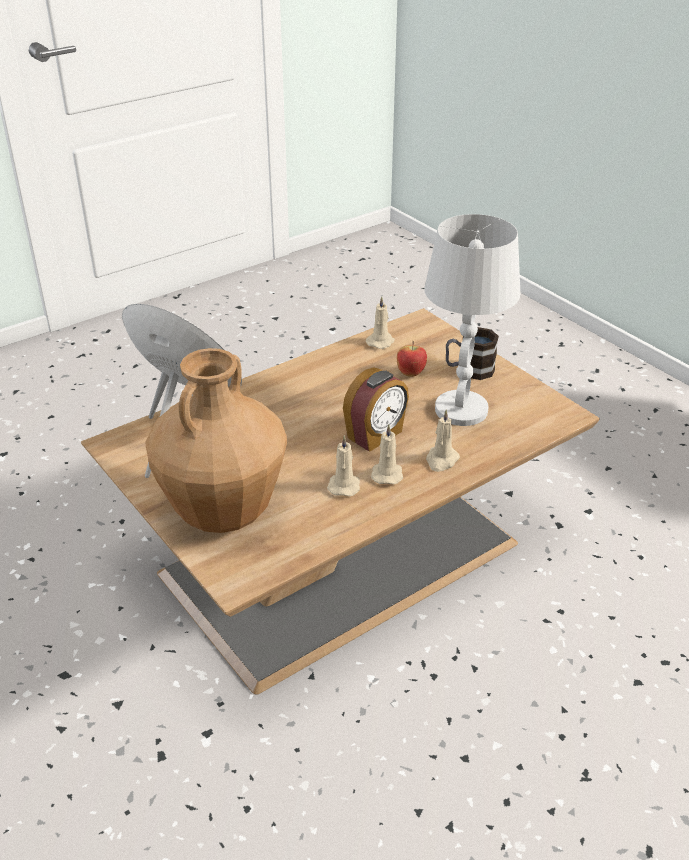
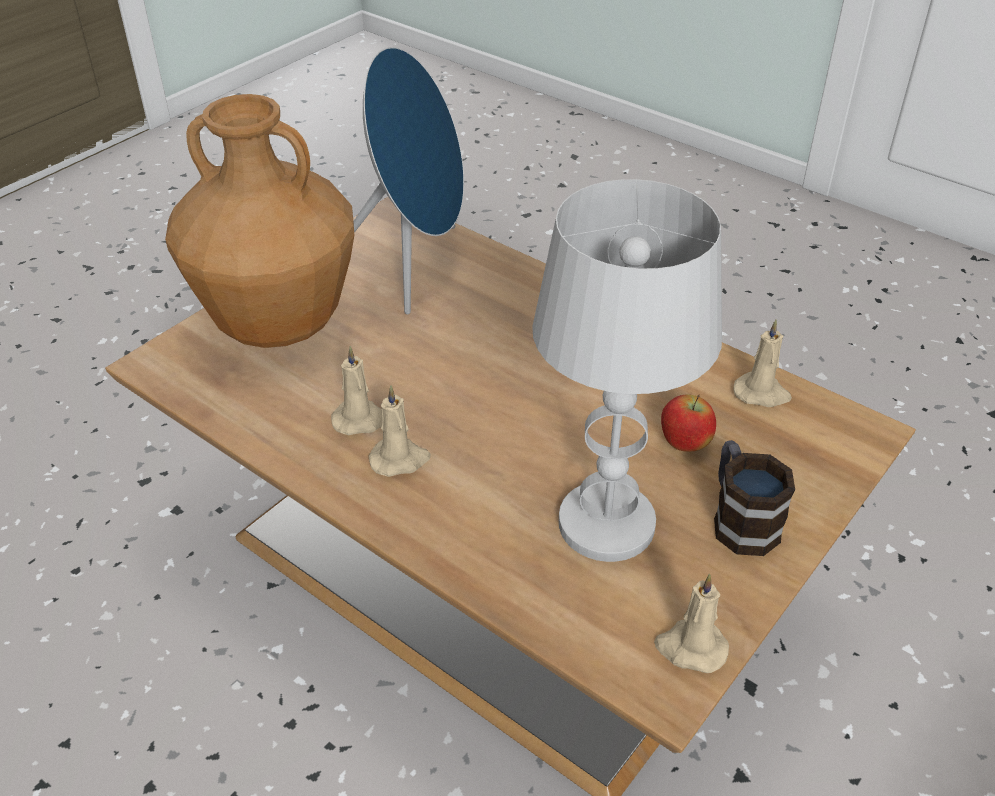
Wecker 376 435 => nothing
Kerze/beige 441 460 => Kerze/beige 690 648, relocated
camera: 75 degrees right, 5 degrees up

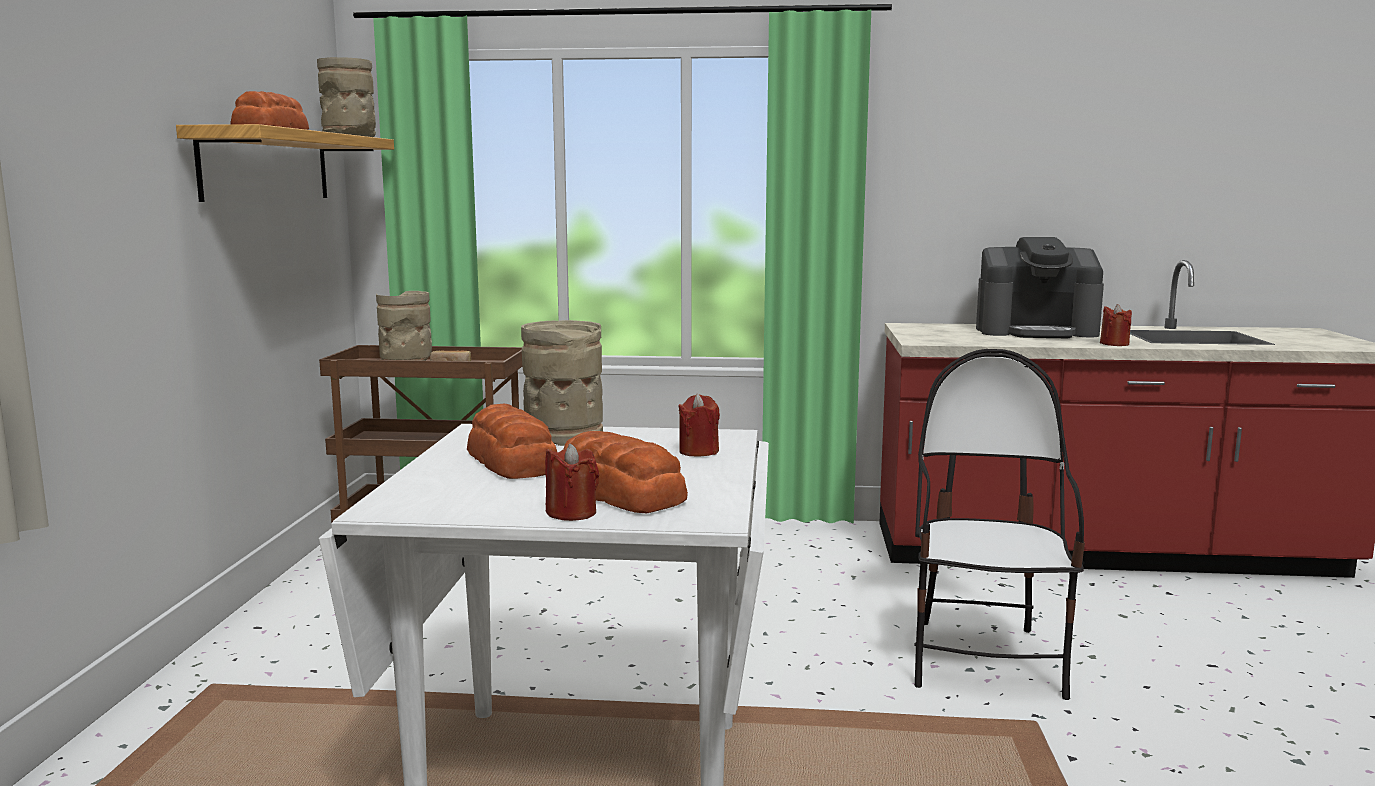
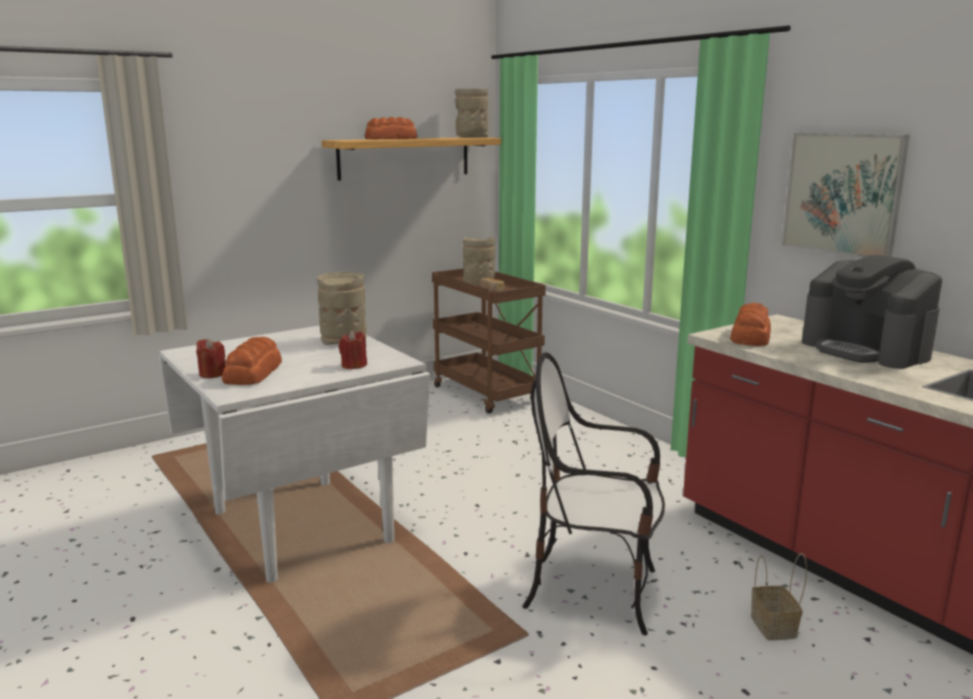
Brot 512 462 => Brot 750 336, relocated
Stuhl 984 660 => Stuhl 593 591, 135 degrees counterclockwise
Kerze/rot 1114 344 => nothing
nothing => Korb 775 627
nothing => Bild 842 194
camera: 50 degrees right, 5 degrees up

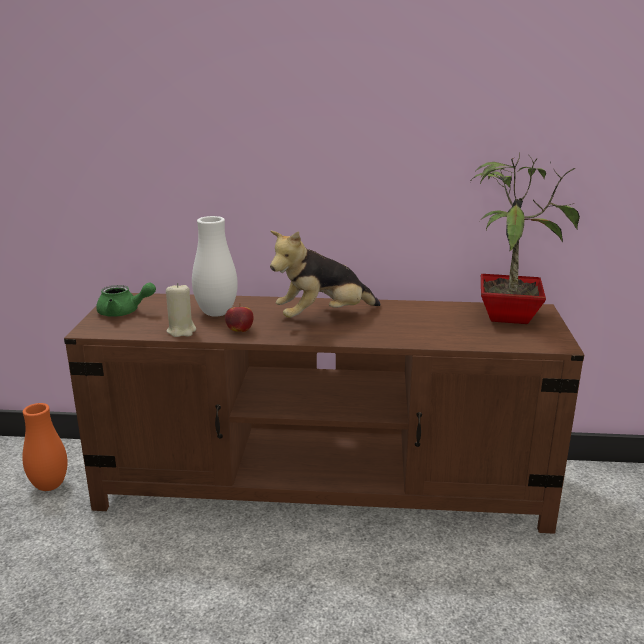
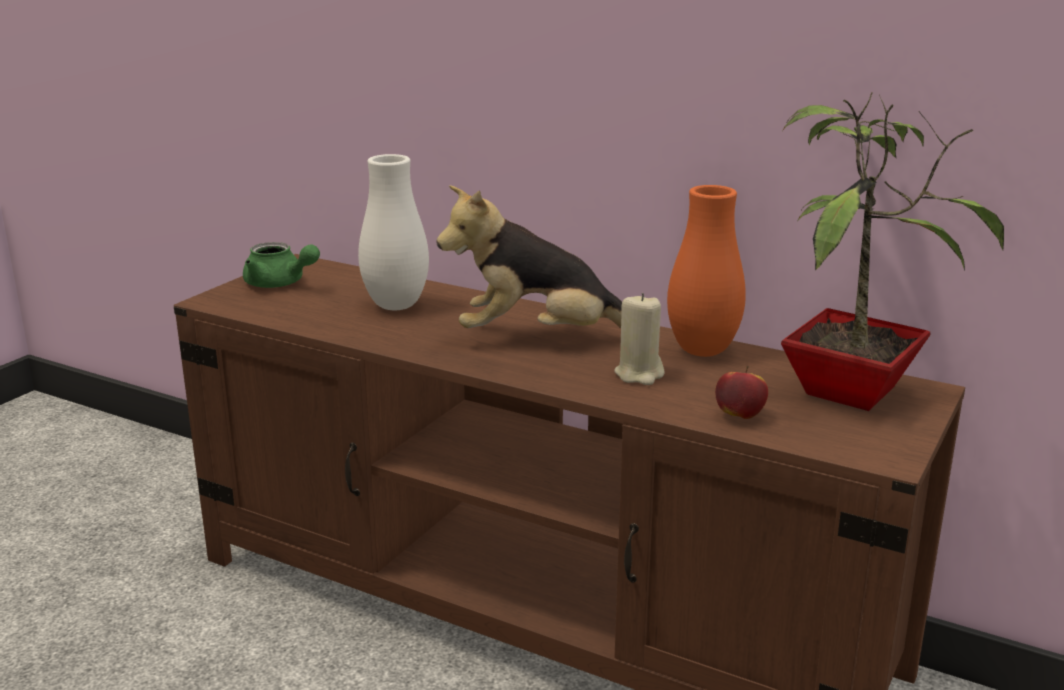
Vase/orange 49 486 => Vase/orange 702 351, relocated
Kerze/beige 181 331 => Kerze/beige 639 374, relocated
Apfel 240 331 => Apfel 739 416, relocated
camera: 25 degrees right, 0 degrees up

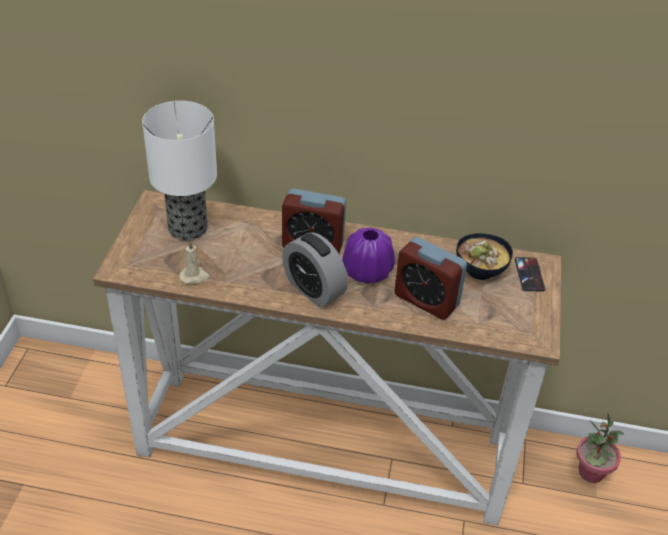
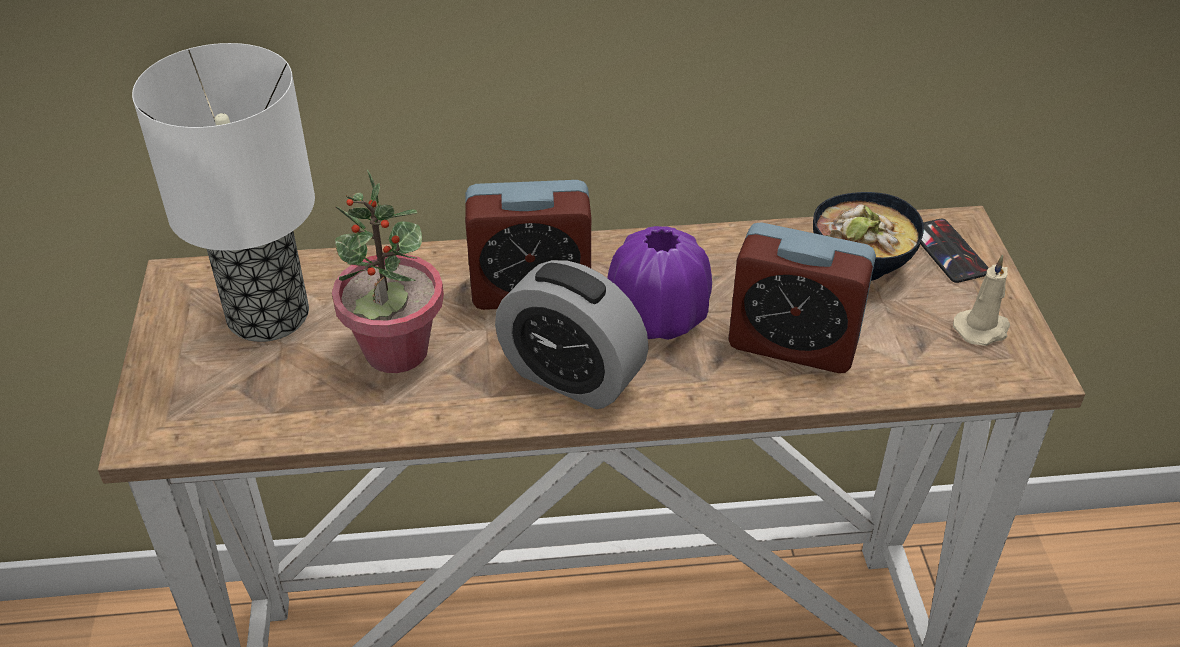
Kerze/beige 194 276 => Kerze/beige 982 329, relocated
Topfpflanze 591 472 => Topfpflanze 396 351, relocated
camera: 15 degrees left, 0 degrees up

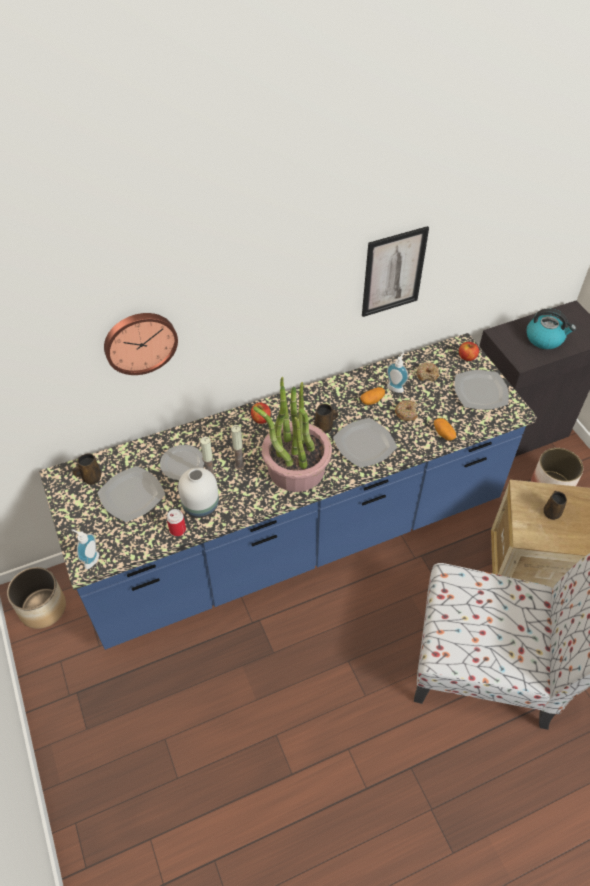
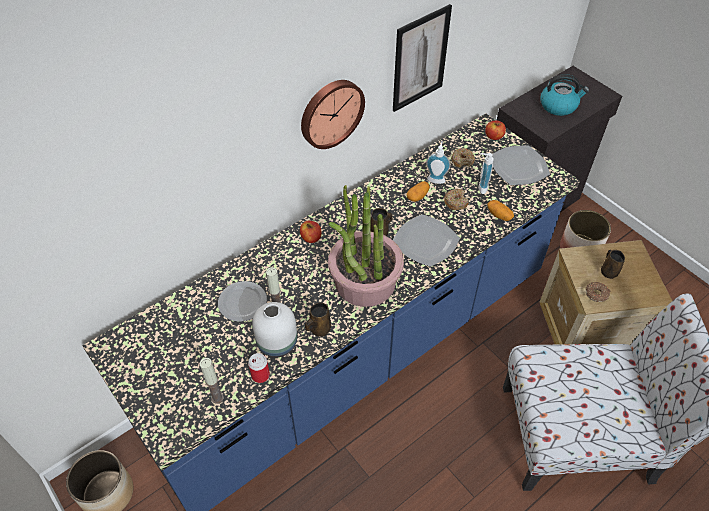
Henkelbecher/braun 90 478 => Henkelbecher/braun 319 329, relocated
Seifenspender 89 559 => Seifenspender 481 187, relocated
Teller 132 495 => nothing
Wanduhr 140 341 => Wanduhr 330 112, relocated
Kerze 239 465 => Kerze 217 397, relocated
nothing => Donut 597 294
camera: 15 degrees left, 0 degrees up

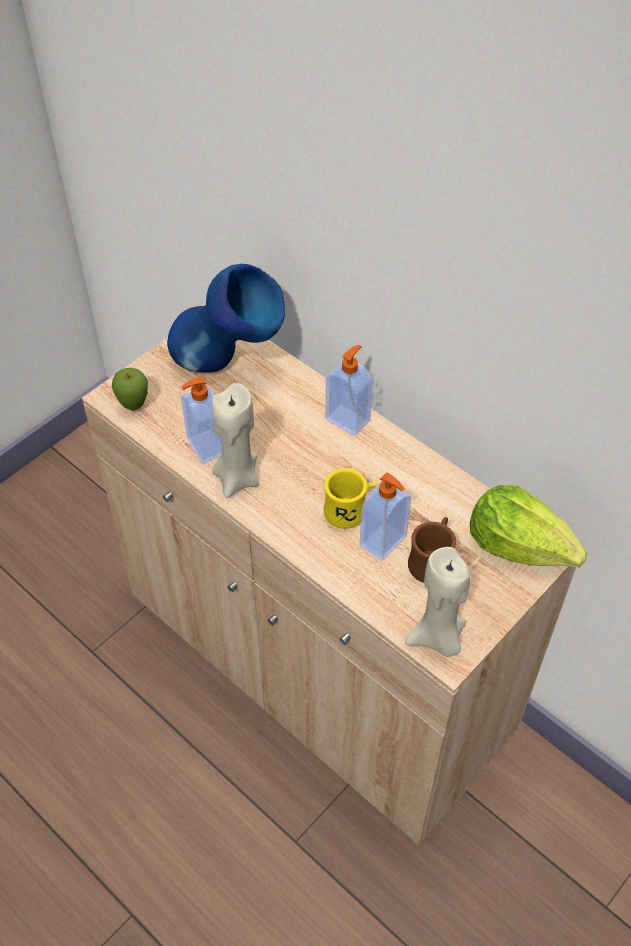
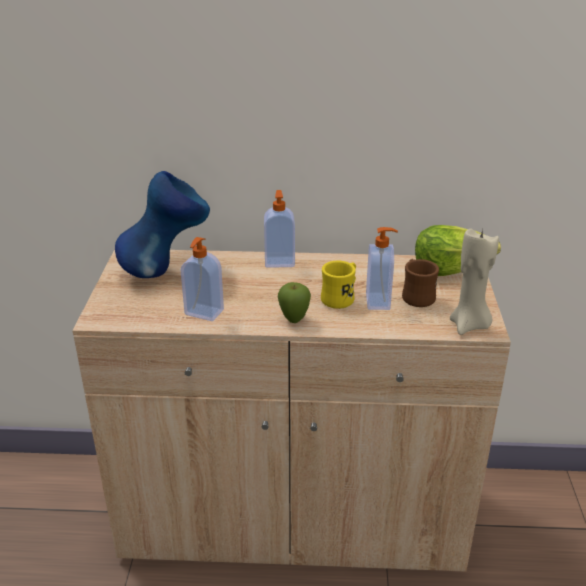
Apfel 134 406 => Apfel 294 320, relocated
Kerze/beige 237 478 => nothing
camera: 40 degrees left, 20 degrees down

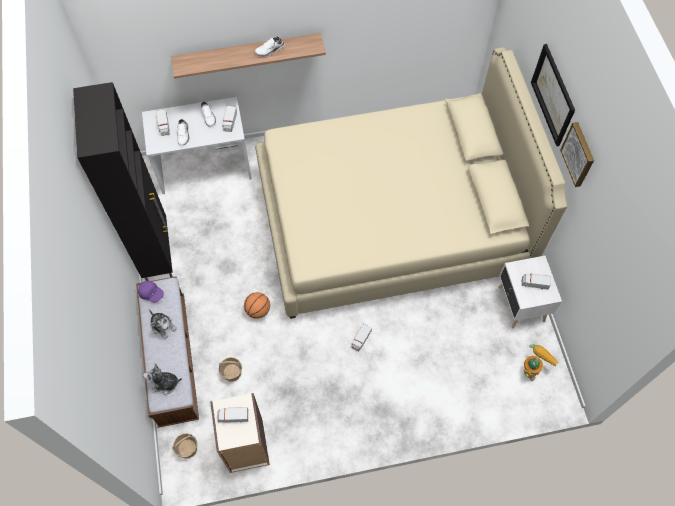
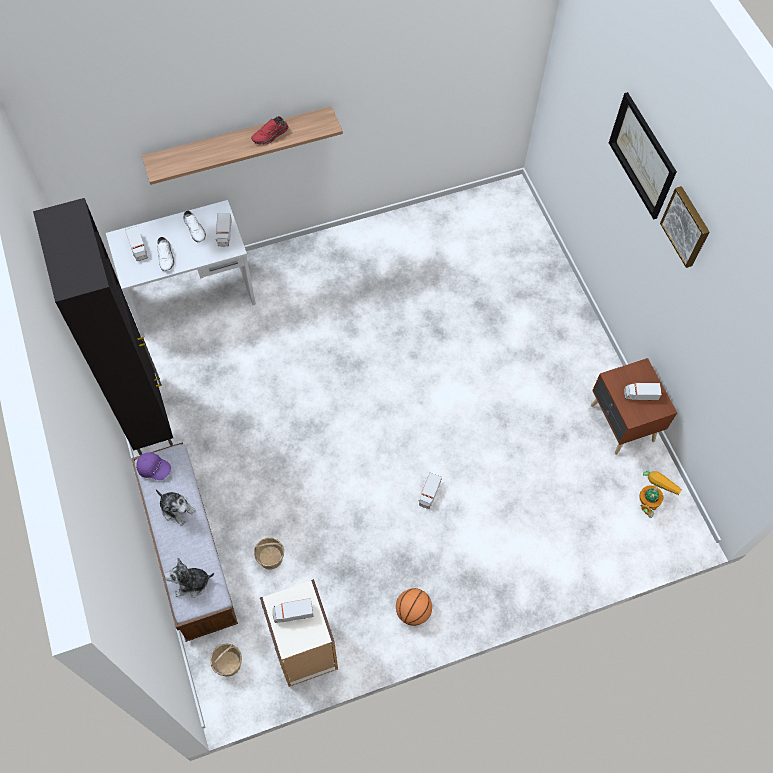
Basketball 258 310 => Basketball 413 611, relocated
Schuh/weiß 270 50 => Schuh/rot 270 135
Bett/beige 390 221 => nothing
Nachttisch/weiß 520 305 => Nachttisch/braun 621 424
camera: 10 degrees left, 0 degrees up

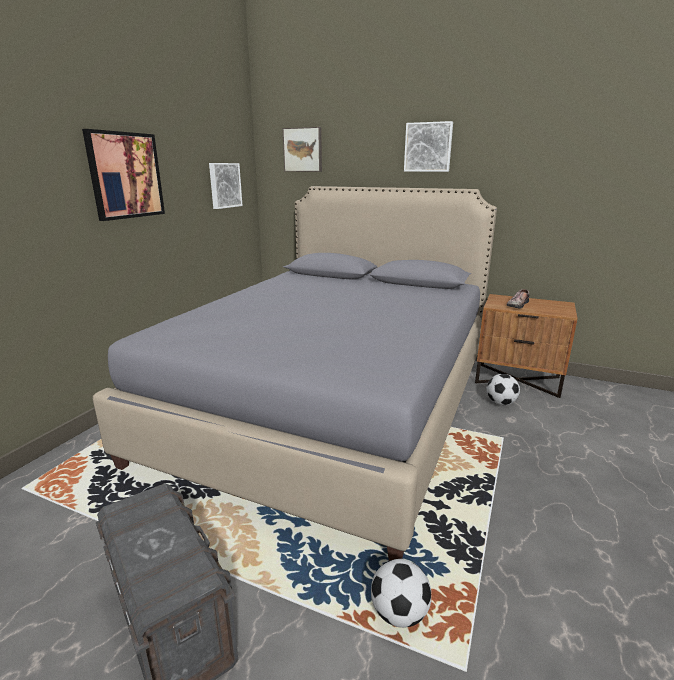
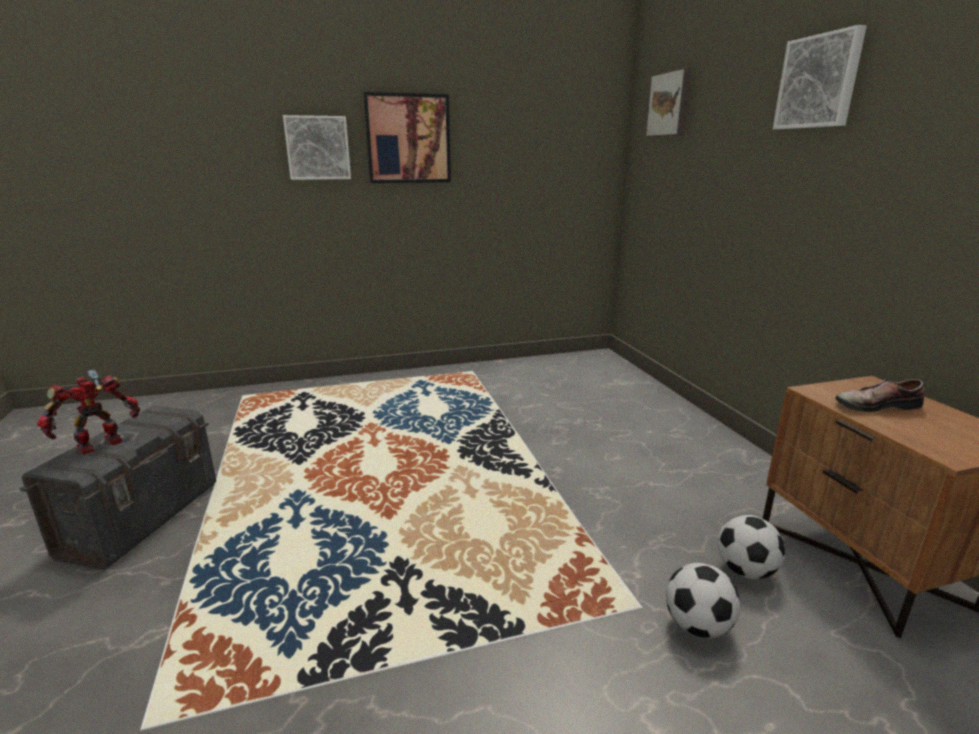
Bett/grau 332 405 => nothing
Bild 224 185 => Bild 318 148, relocated
Fußball 399 613 => Fußball 697 626, relocated
nothing => Spielzeugroboter 101 445
camera: 50 degrees right, 0 degrees up

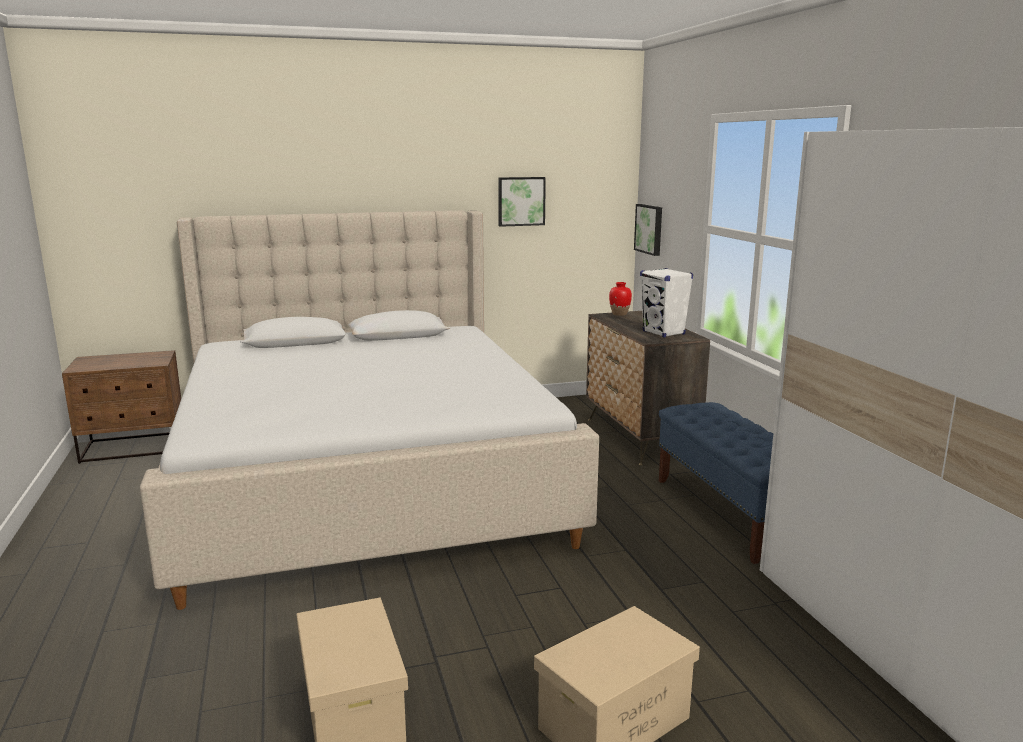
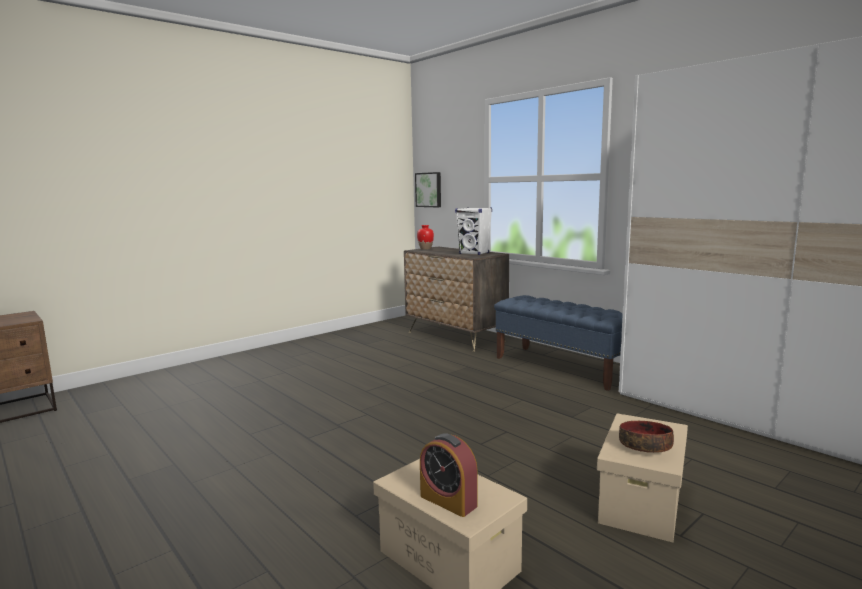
Bett/beige 367 481 => nothing
Bild 521 201 => nothing
nothing => Wecker 448 501
nothing => Schüssel 645 446
camera: 25 degrees left, 5 degrees down

